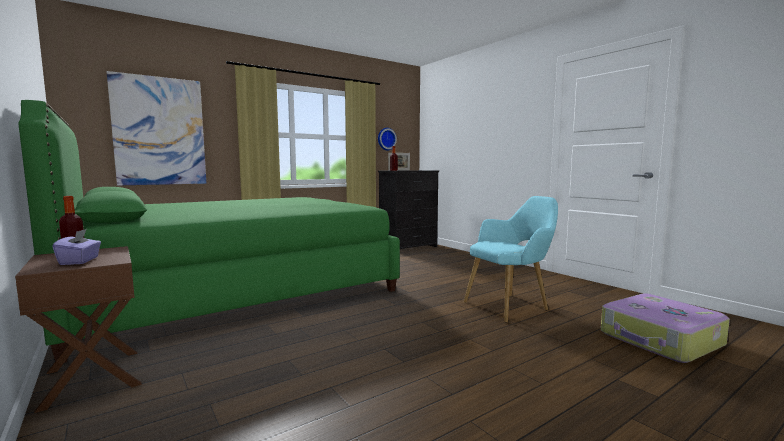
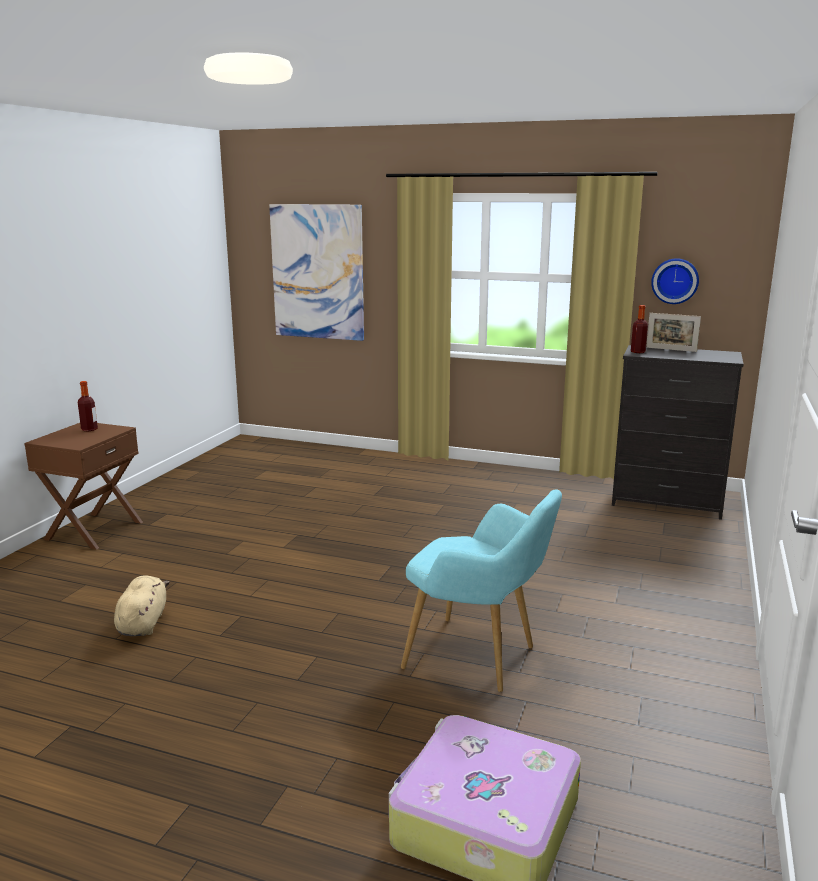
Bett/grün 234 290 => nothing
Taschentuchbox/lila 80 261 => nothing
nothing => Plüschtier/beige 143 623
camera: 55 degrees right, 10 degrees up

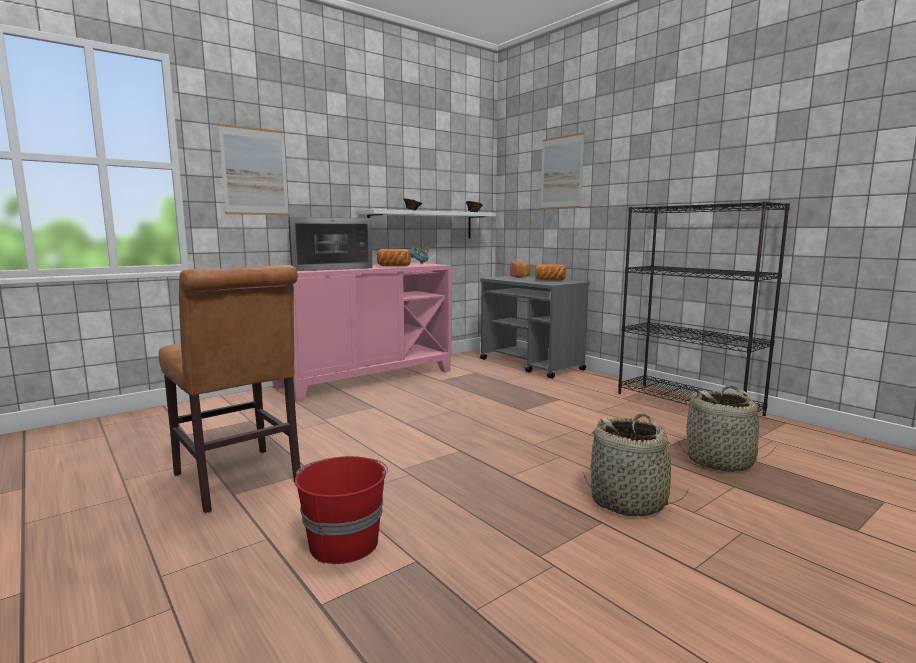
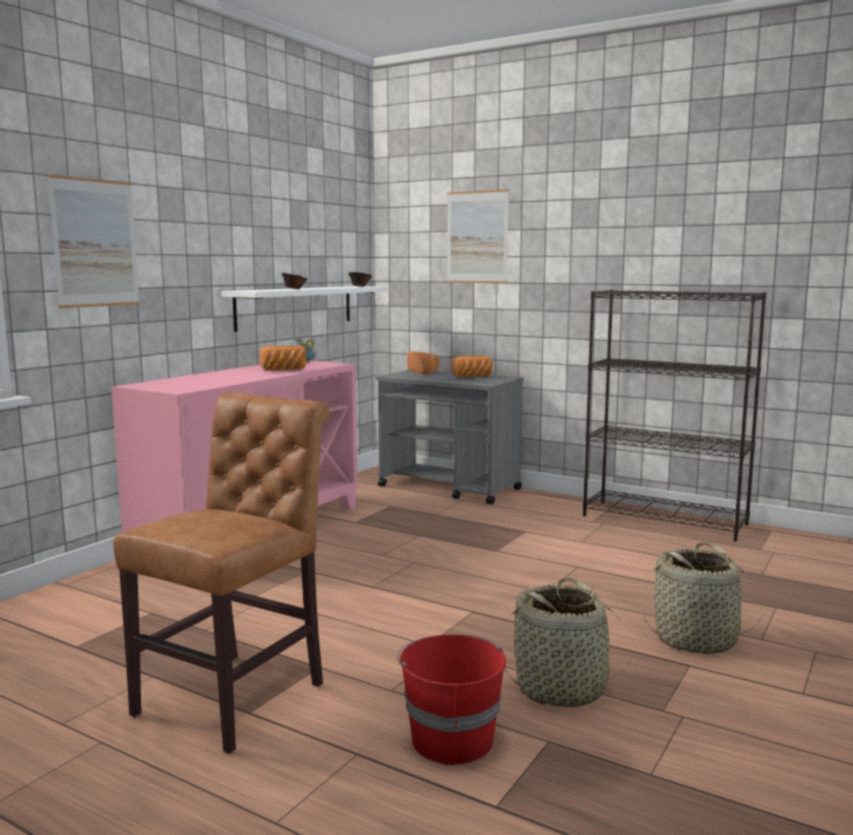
Stuhl/braun 239 481 => Stuhl/braun 238 695, 90 degrees counterclockwise
Mikrowelle 327 268 => nothing
Korb 720 461 => Korb 562 688, relocated
camera: 20 degrees left, 0 degrees up

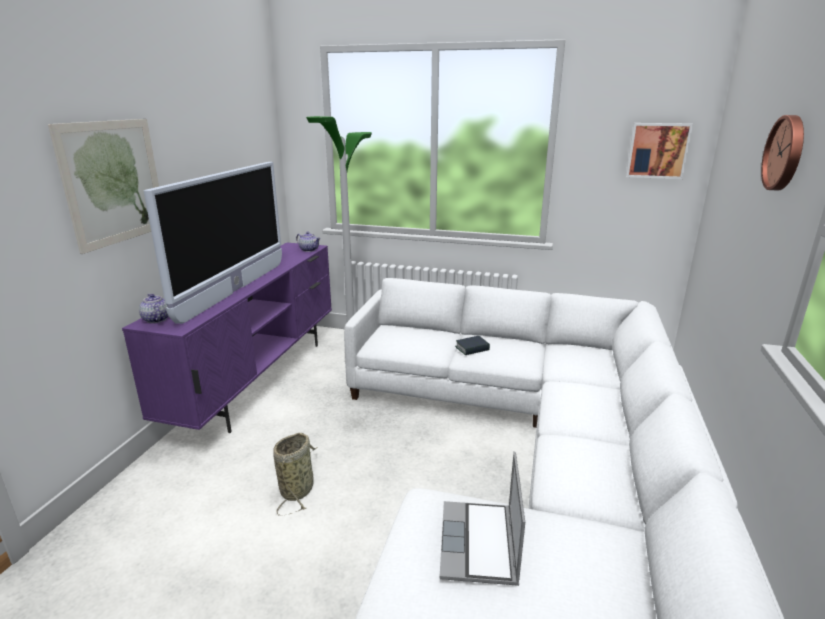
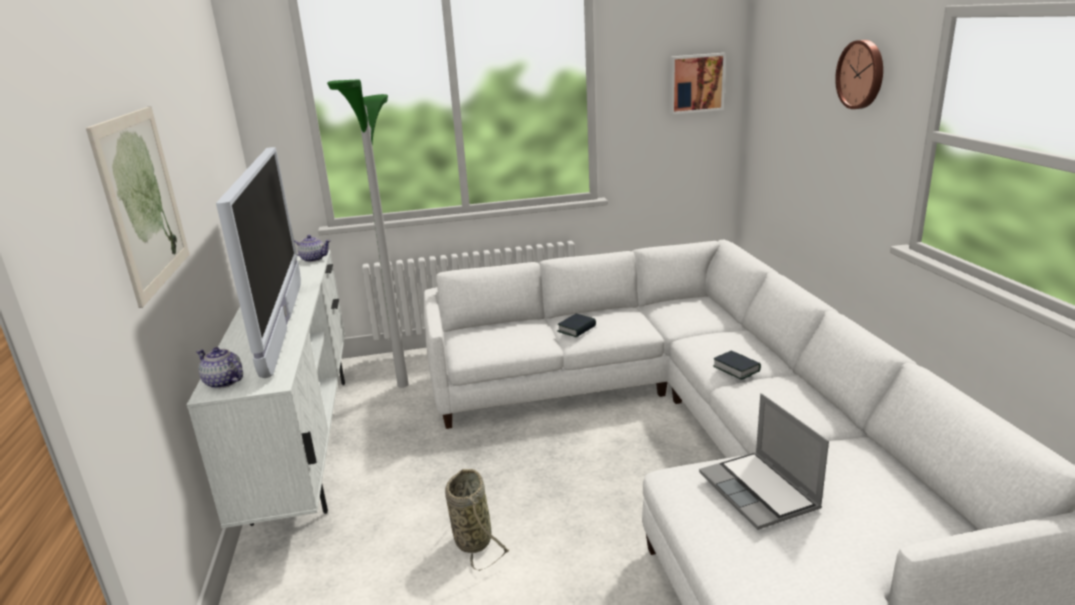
Fernsehschrank/lila 260 379 => Fernsehschrank/weiß 305 442
nothing => Buch 736 369
camera: 25 degrees left, 0 degrees up

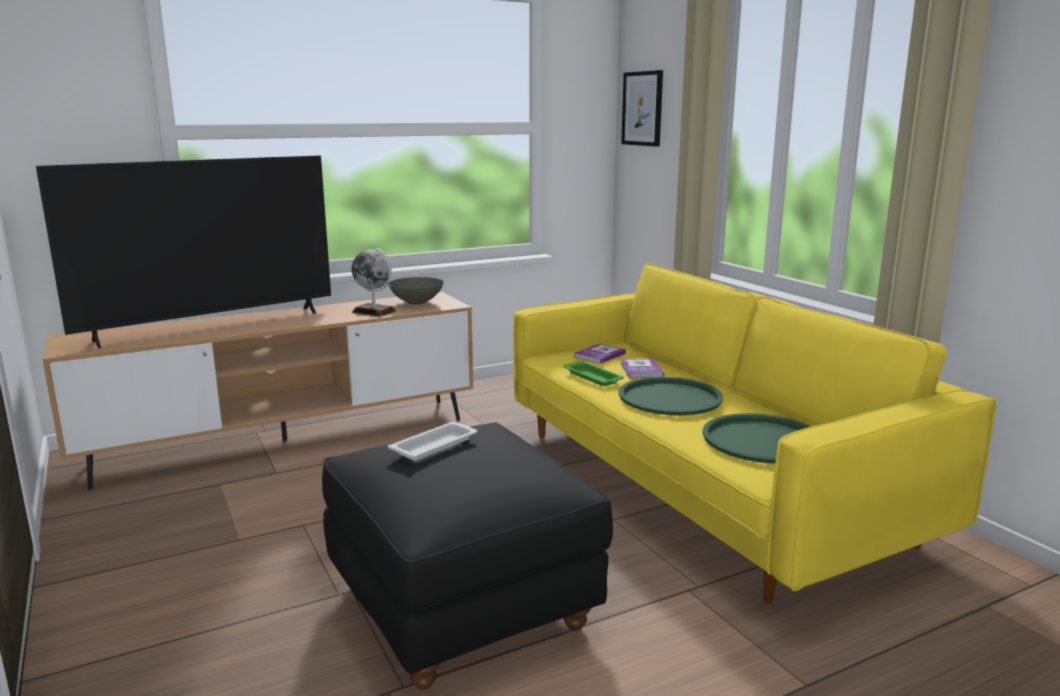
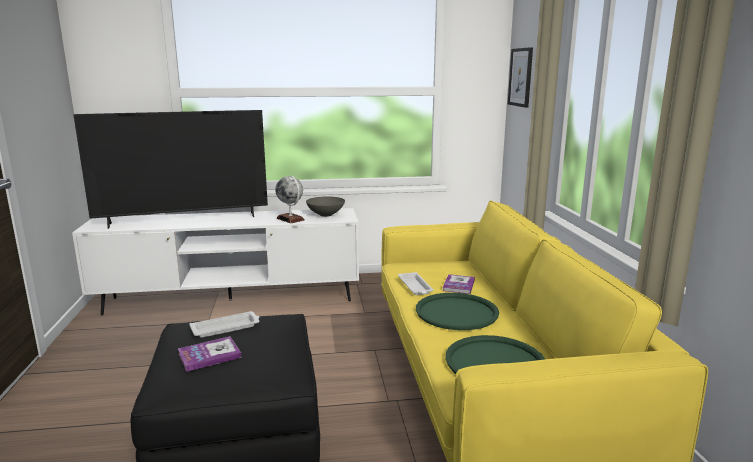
Fernsehschrank/braun 285 441 => Fernsehschrank/weiß 230 300
Tablett/grün 593 378 => Tablett/weiß 415 287
Buch 599 355 => Buch 209 355, relocated
camera: 20 degrees right, 0 degrees up

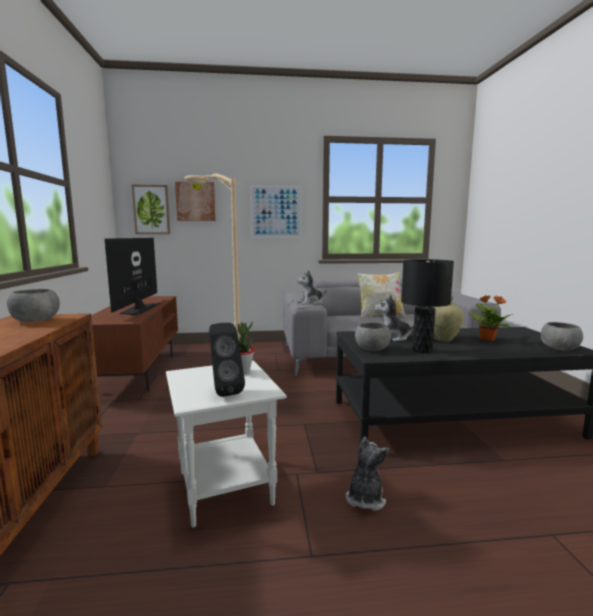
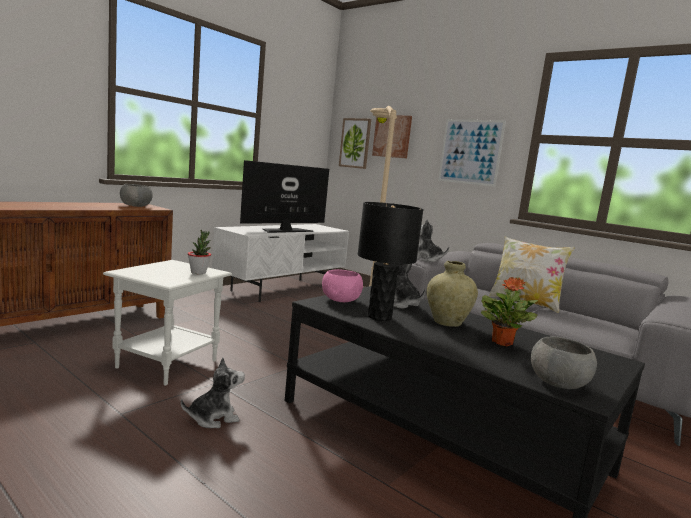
Fernsehschrank/braun 138 372 => Fernsehschrank/weiß 281 289
Lautsprecher/schwarz 224 391 => nothing
Schüssel/grau 372 349 => Schüssel/rosa 341 300
camera: 45 degrees right, 0 degrees up

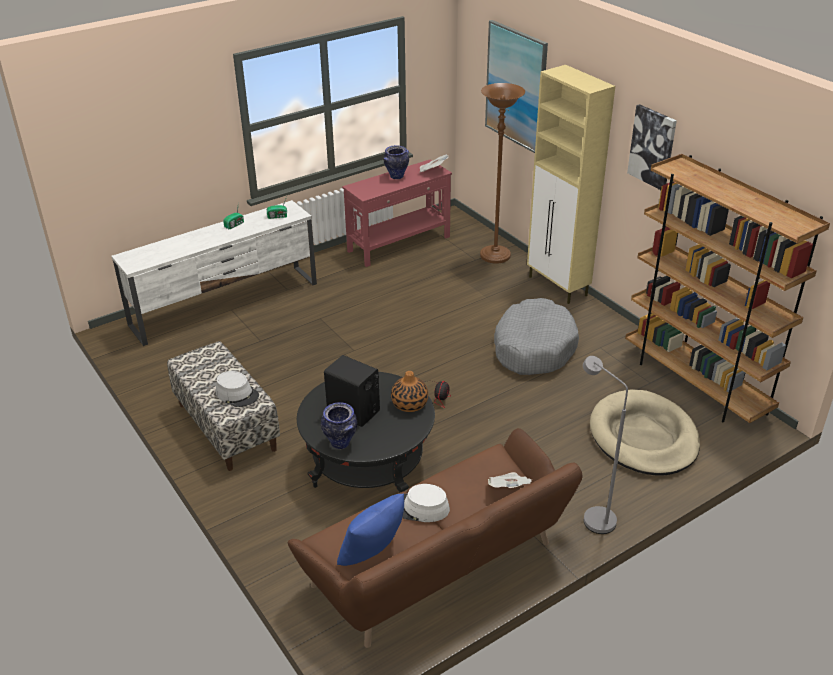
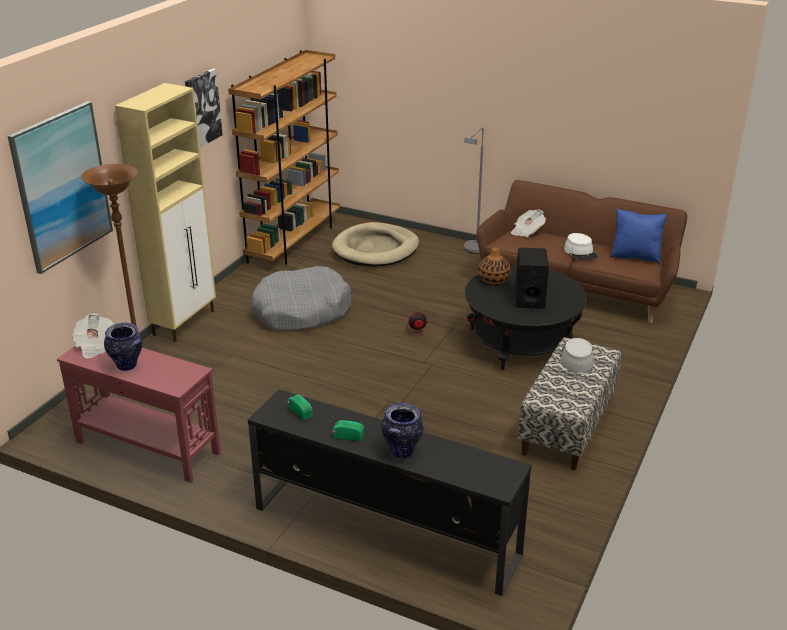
Fernsehschrank/weiß 226 304 => Fernsehschrank/schwarz 384 530
Vase 340 443 => Vase 402 451, relocated
camera: 120 degrees left, 5 degrees down

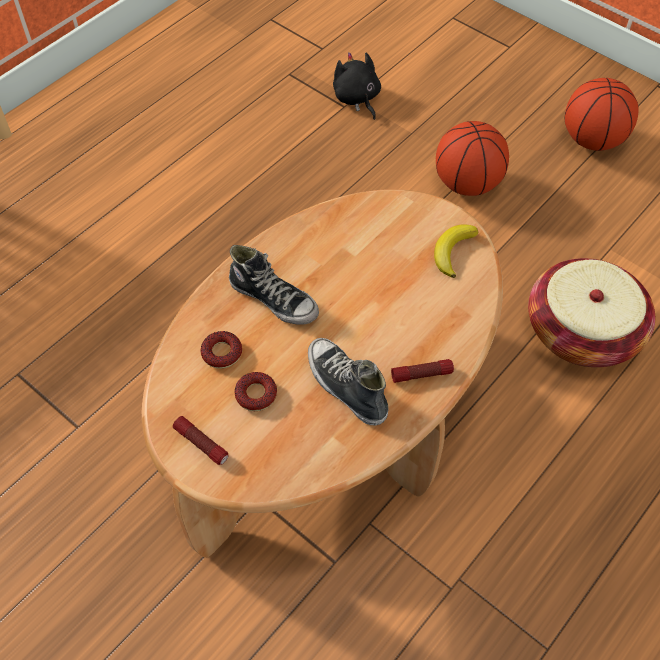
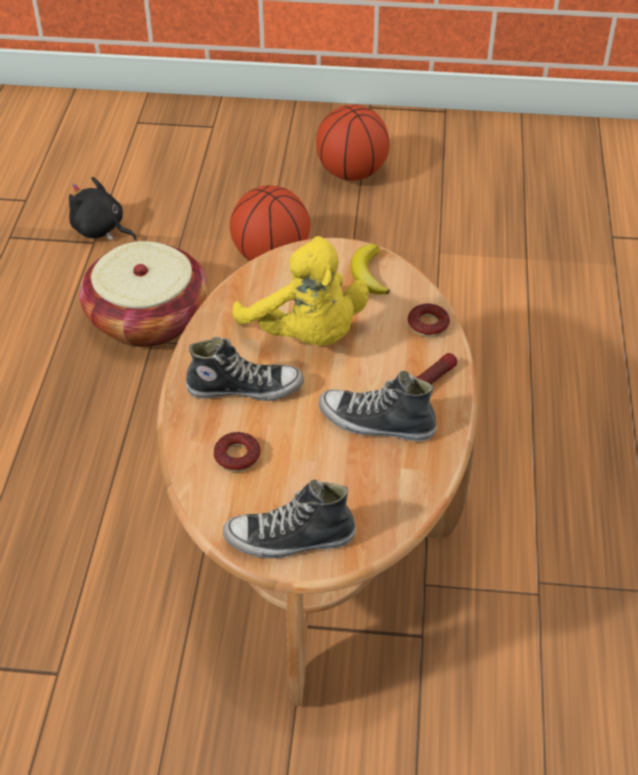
Taschenlampe 201 444 => Schuh 290 539
Donut 256 394 => Donut 428 325, relocated
Korb 582 332 => Korb 148 319, relocated
nothing => Plüschtier/gelb 306 335
camera: 35 degrees left, 10 degrees down

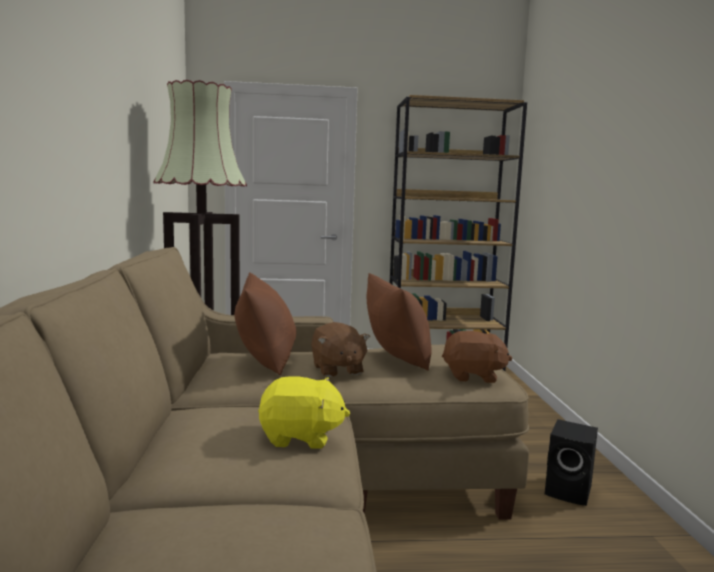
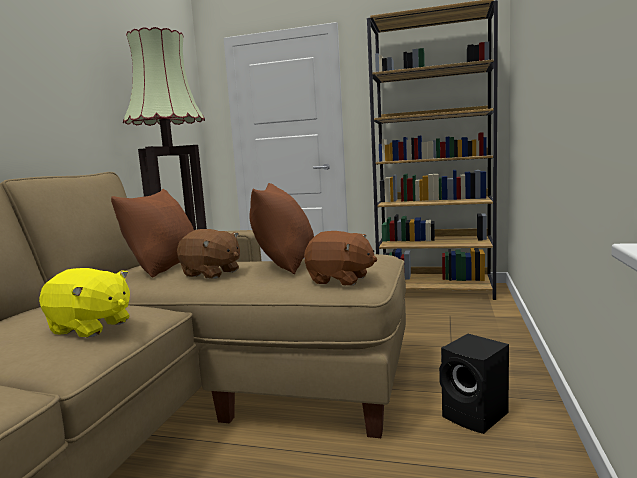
Plüschtier/braun 337 369 => Plüschtier/braun 211 273, 60 degrees counterclockwise
camera: 20 degrees right, 0 degrees up

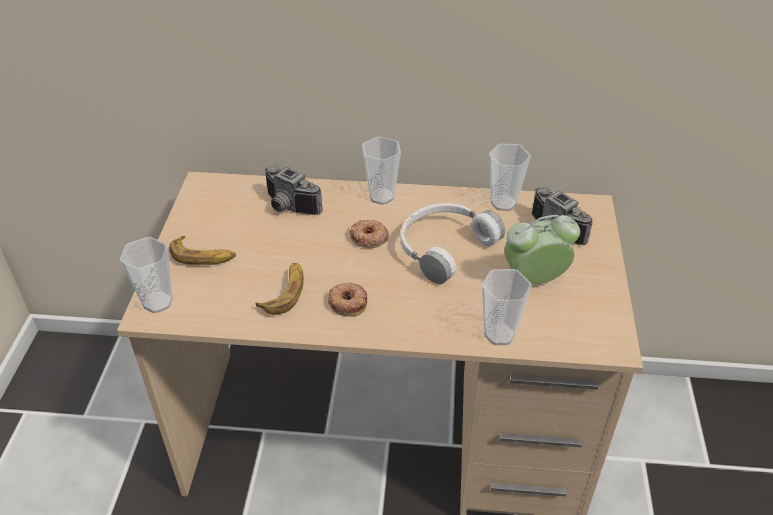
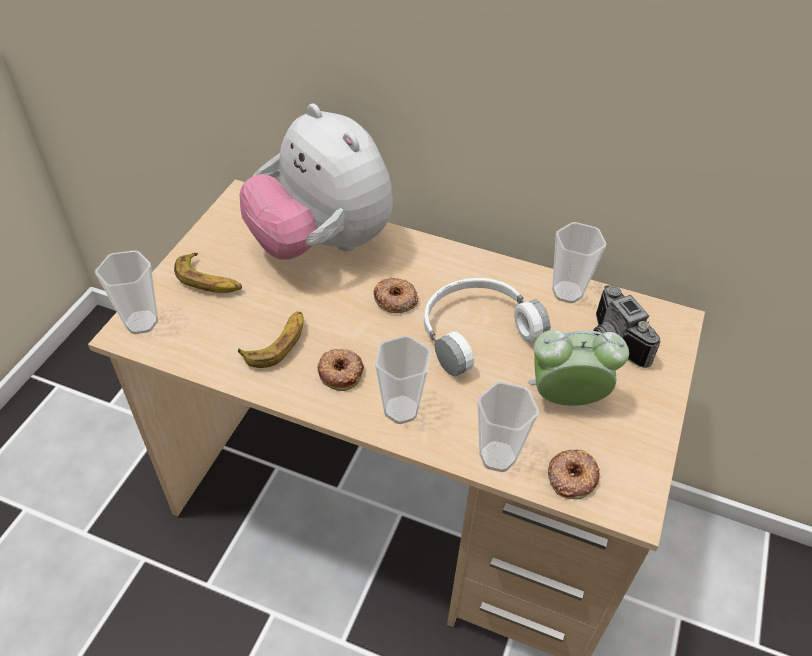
Kamera 288 207 => Plüschtier 321 244
Tasse 381 196 => Tasse 401 409, relocated
nothing => Donut 571 477
camera: 15 degrees right, 5 degrees up

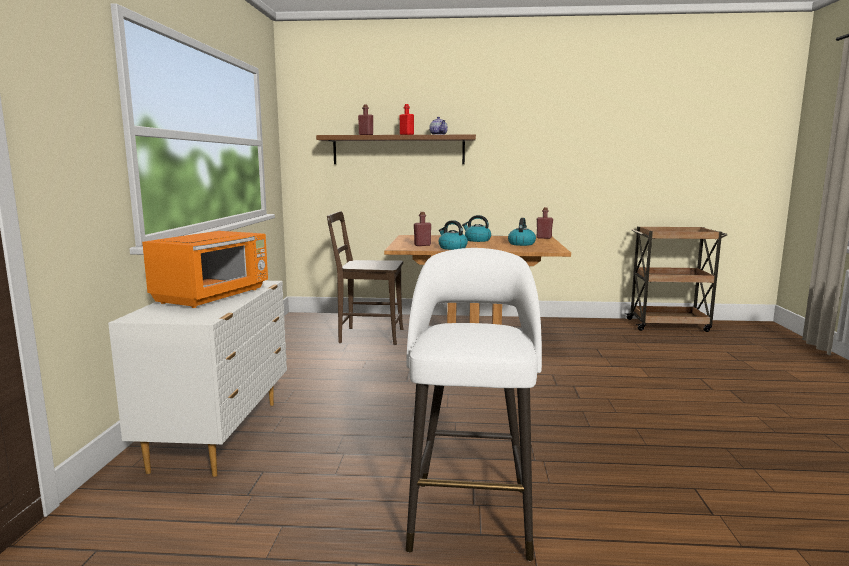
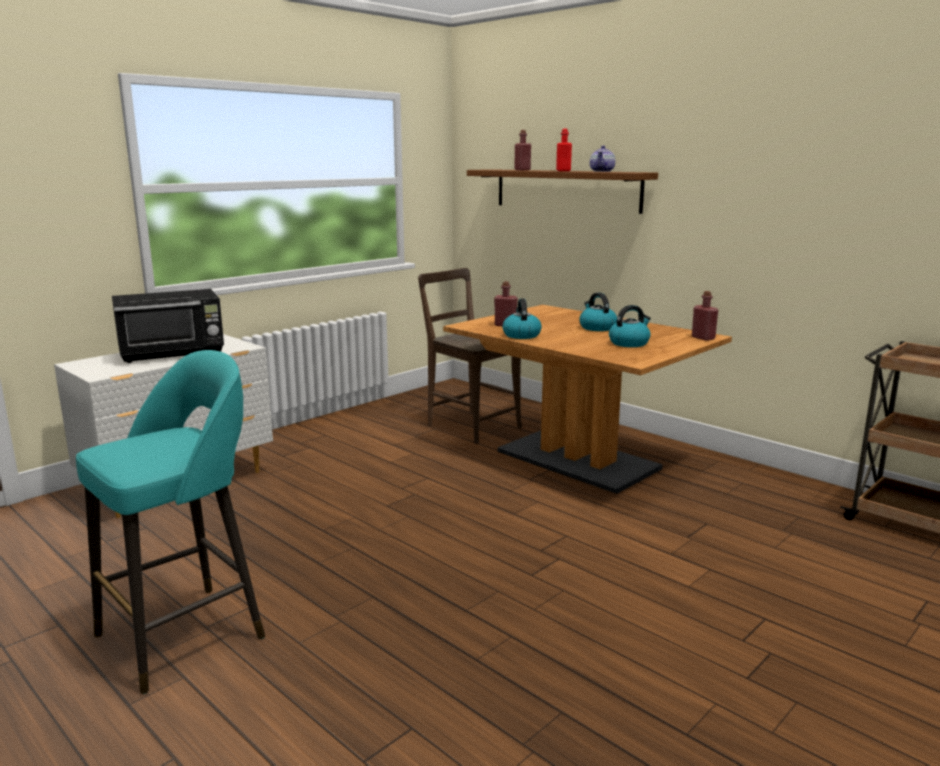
Mikrowelle/orange 213 296 => Mikrowelle/schwarz 173 353
Hocker/weiß 471 515 => Hocker/türkis 185 634
camera: 40 degrees right, 5 degrees up

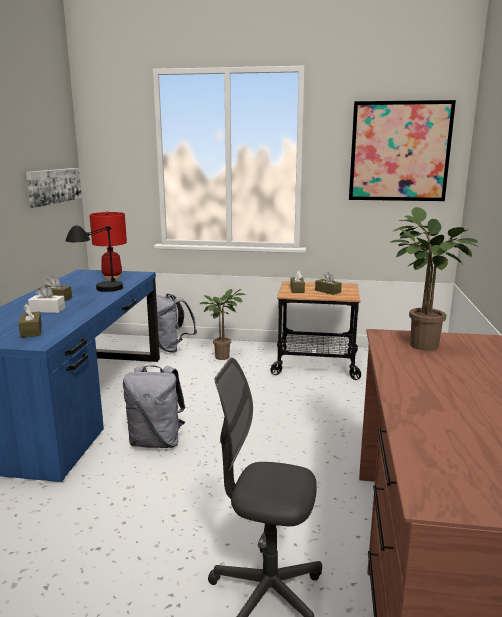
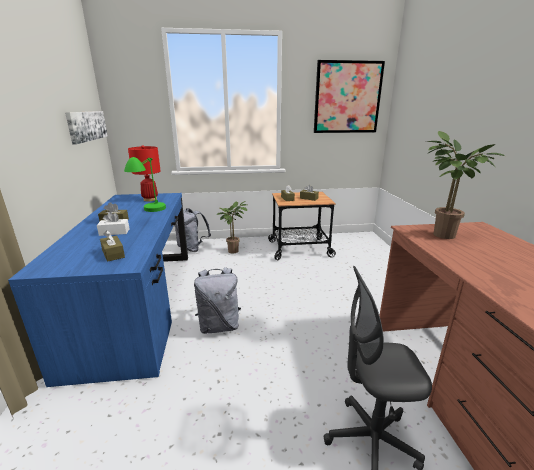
Tischlampe/schwarz 99 294 => Tischlampe/grün 150 214
camera: 15 degrees left, 5 degrees up

